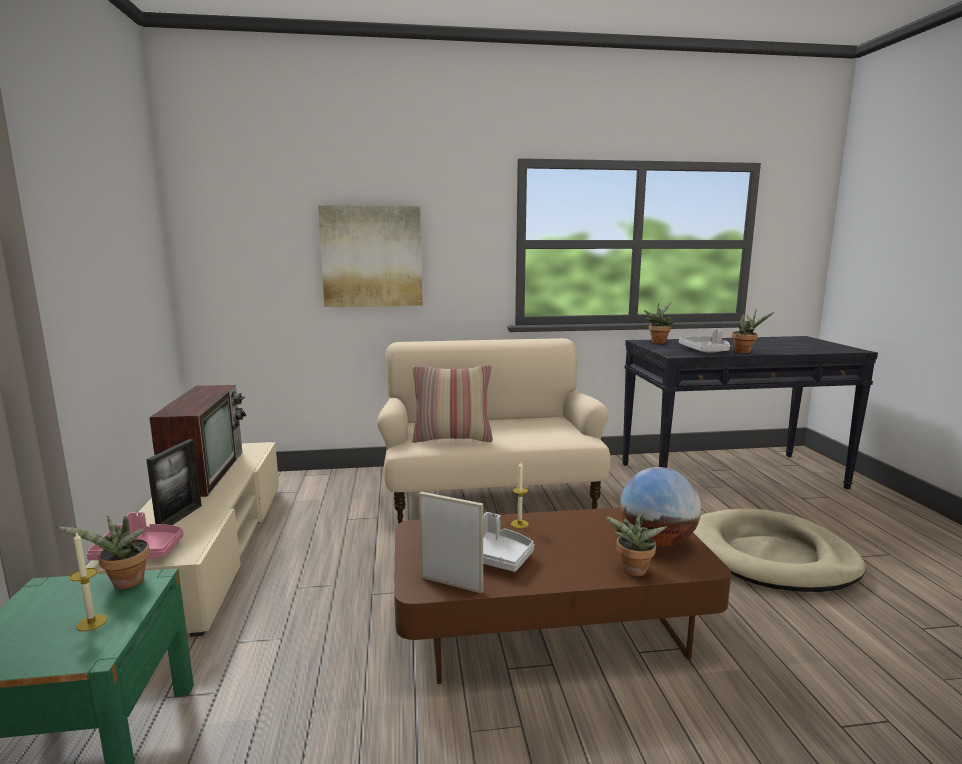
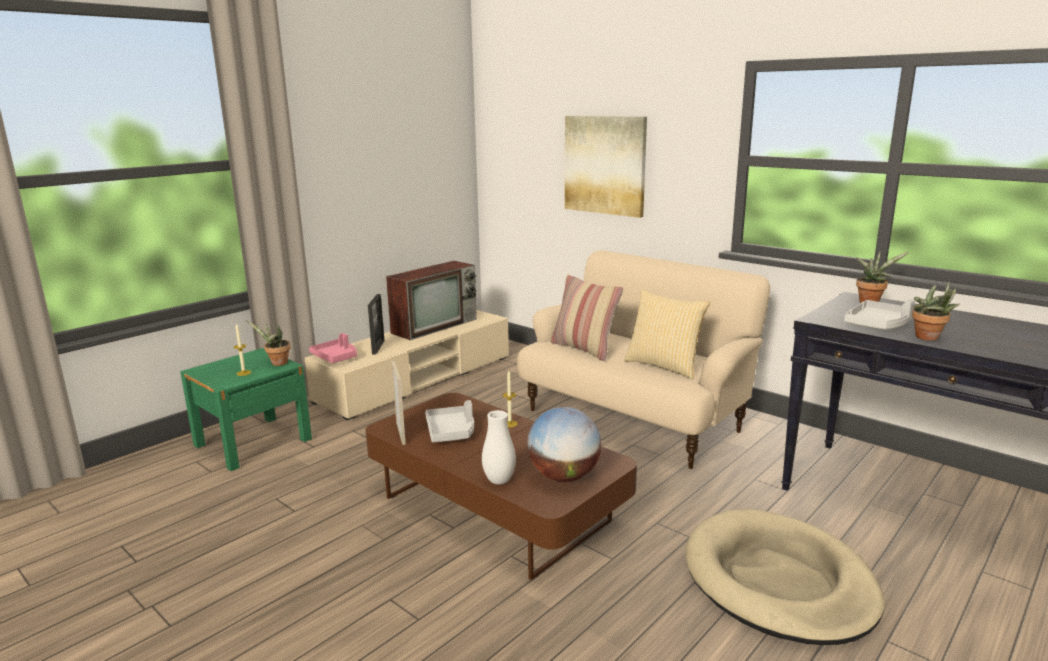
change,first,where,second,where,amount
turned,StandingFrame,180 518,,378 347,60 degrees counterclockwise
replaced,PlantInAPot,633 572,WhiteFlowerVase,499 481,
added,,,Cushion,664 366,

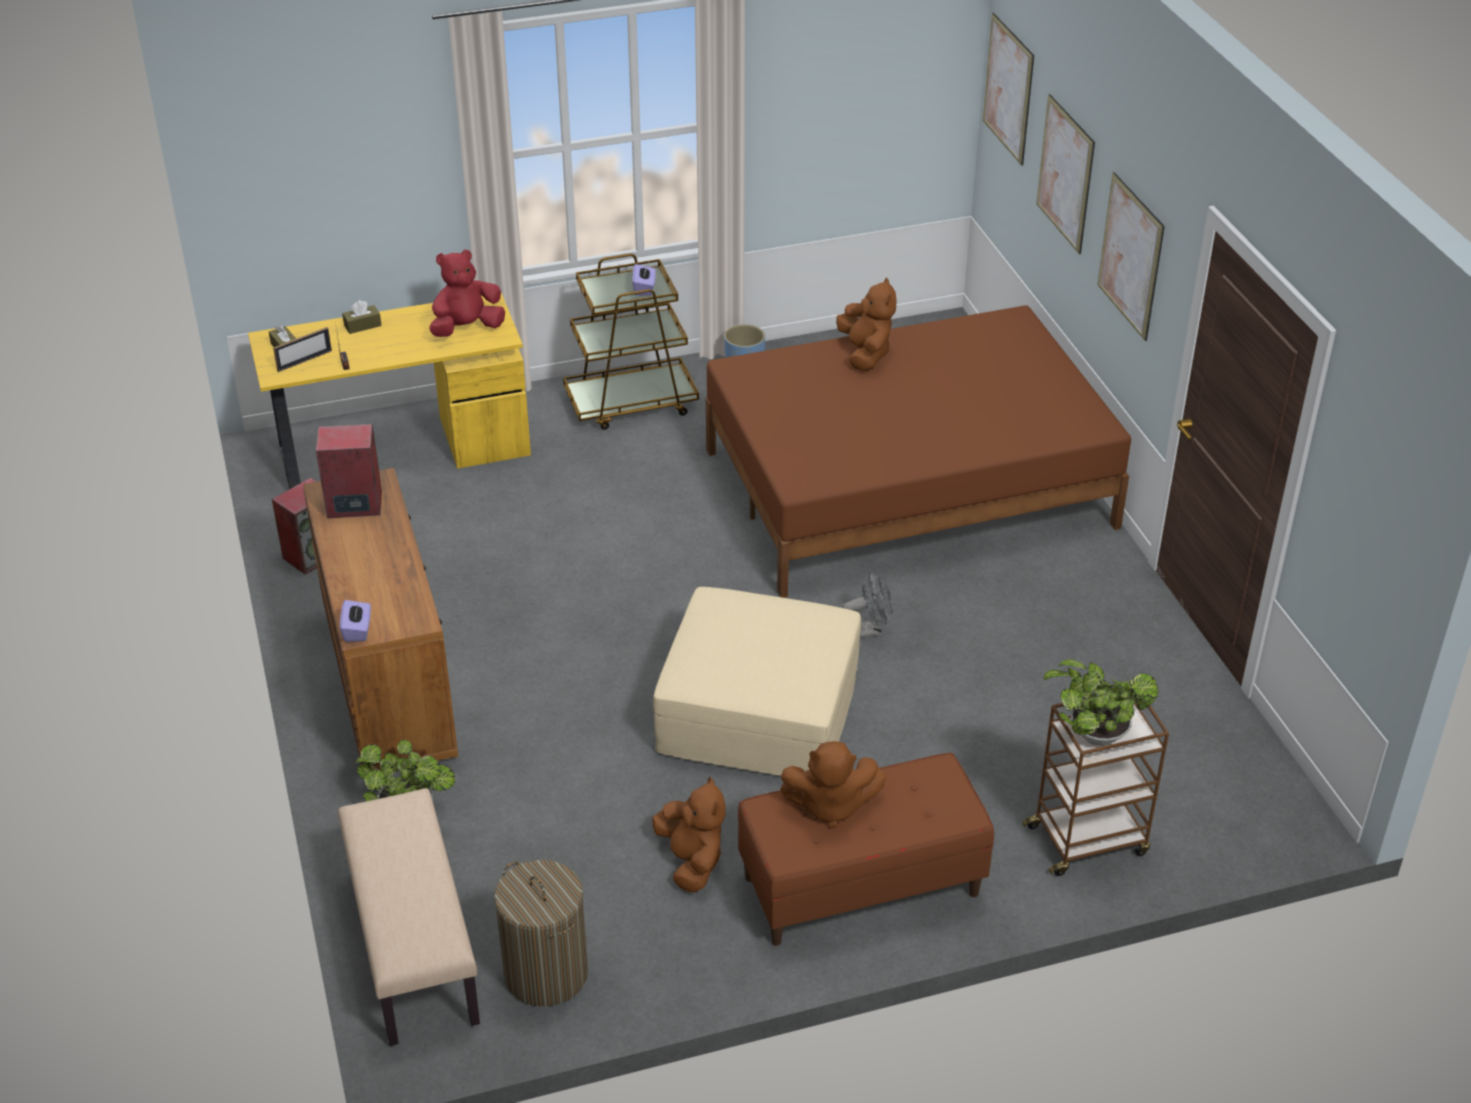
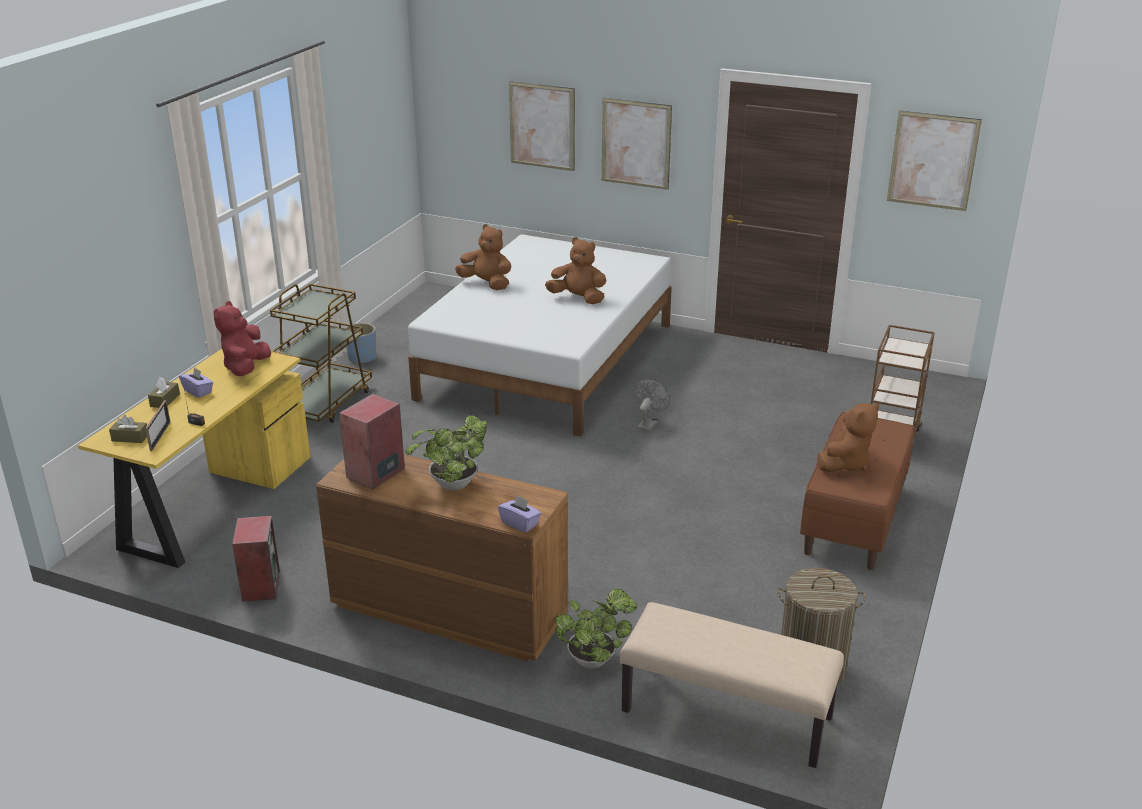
change,first,where,second,where,amount
moved,PurpleTissueHolder,644 288,,198 391,
moved,BrownSoftToy,692 861,,578 298,
removed,SandColouredFootrest,760 710,,,
recoloured,BrownBedroomBed,908 488,WhiteBedroomBed,548 361,
moved,WallArt,1008 89,,932 161,
moved,PlantInAPot,1093 734,,451 485,

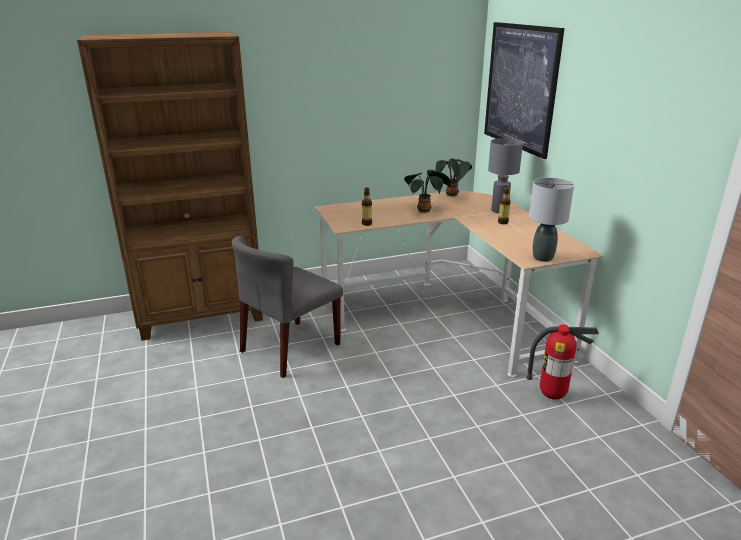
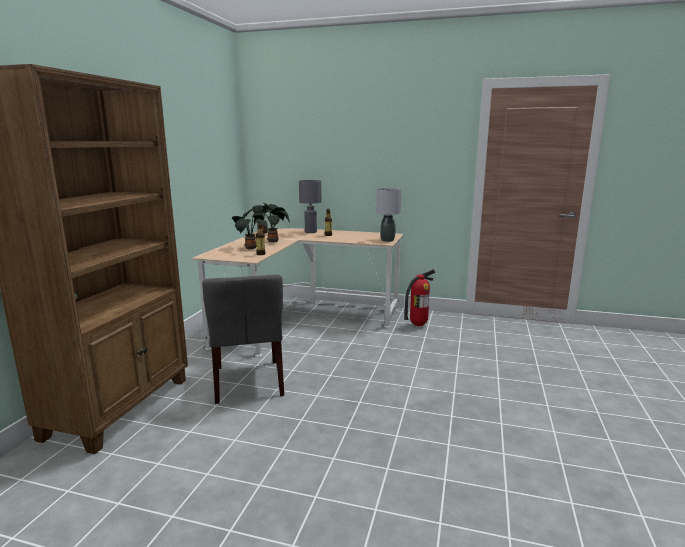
change,first,where,second,where,amount
removed,WallArt,520 87,,,
added,,,PlantInAPot,249 248,

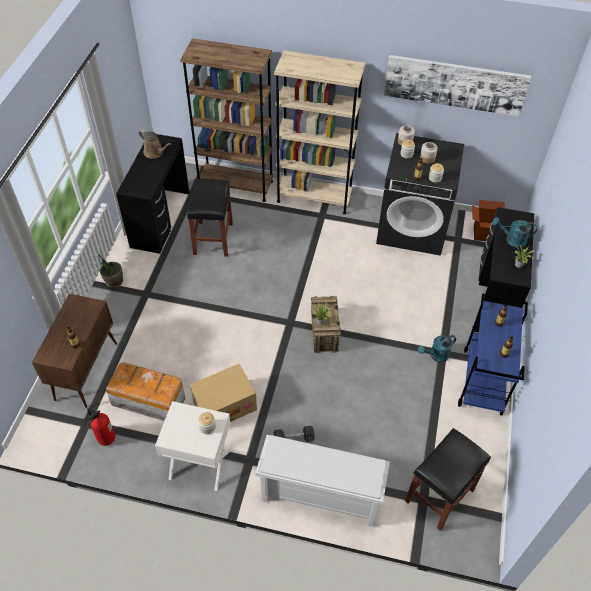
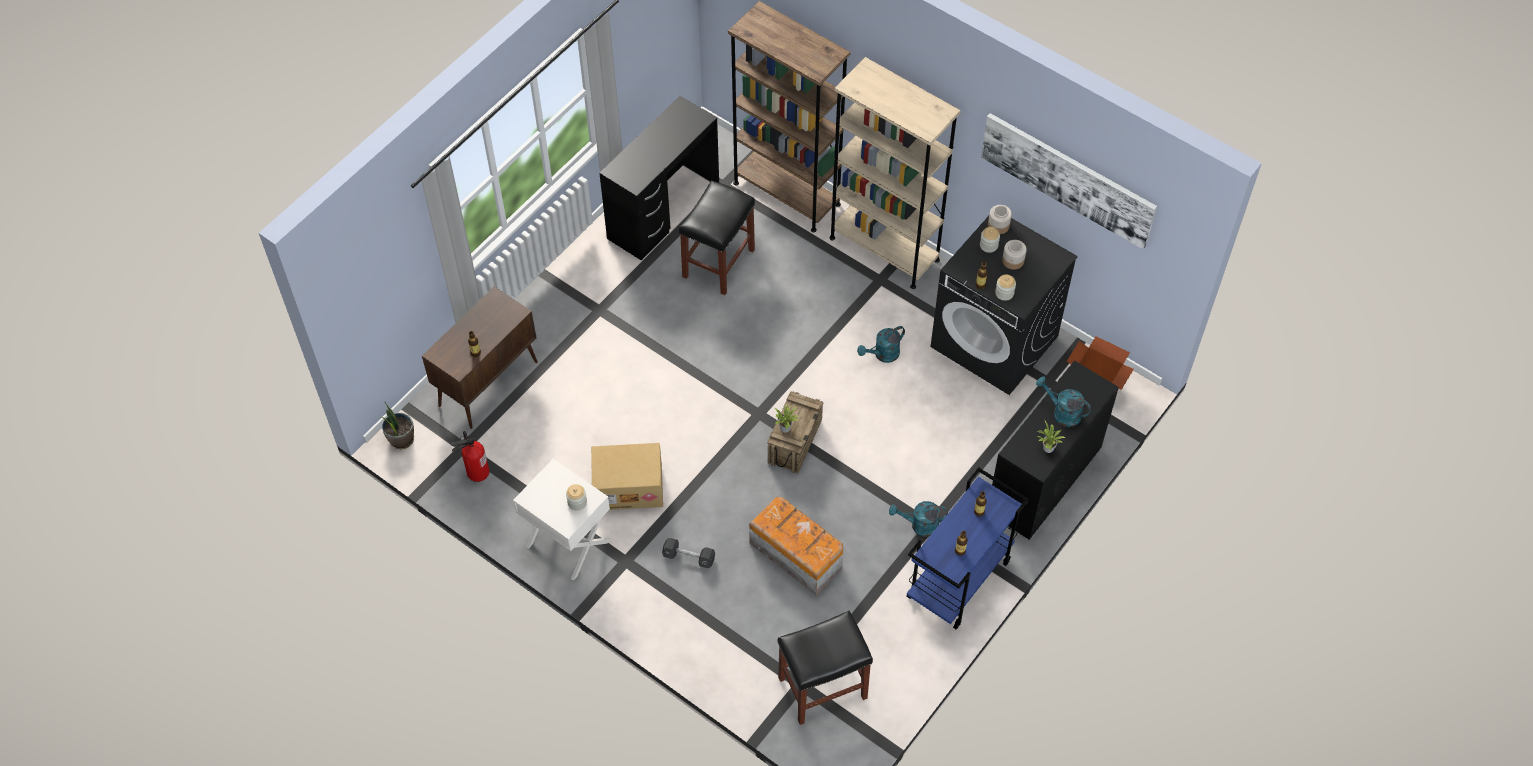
change,first,where,second,where,amount
moved,PlantInAPot,114 281,,401 439,
moved,StorageContainer,148 400,,796 554,
removed,BrownSprinklingCan,155 152,,,
removed,WhiteShoeRack,319 496,,,
added,,,TurquoiseSprinklingCan,883 355,

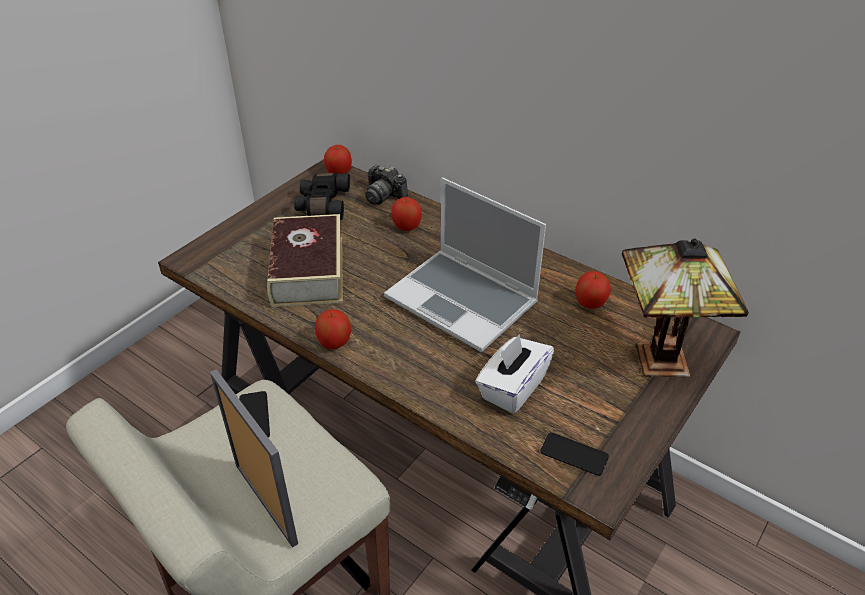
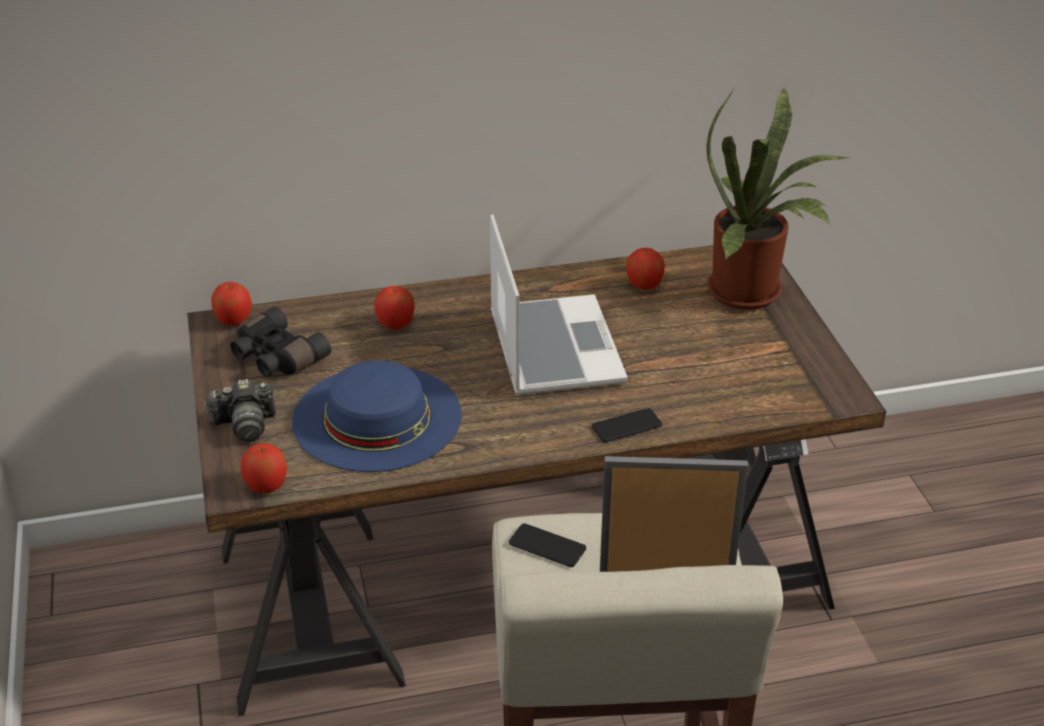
change,first,where,second,where,amount
replaced,BoundBook,308 271,BluishWearableHat,377 417,
moved,WholeApple,334 342,,266 486,
moved,StillCamera,384 195,,244 425,
turned,NotebookComputer,464 301,,552 347,90 degrees counterclockwise
removed,WhiteTissueHolder,512 388,,,
moved,Phone,574 454,,626 426,
replaced,LampForATable,658 362,PlantInAPot,752 294,

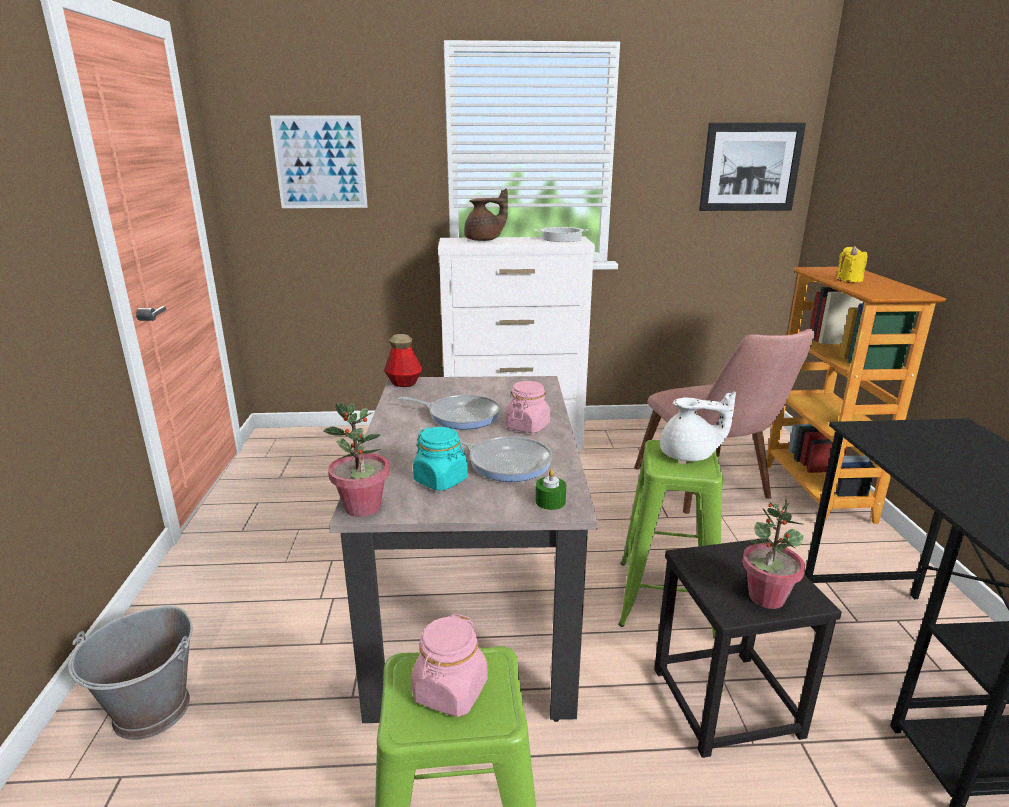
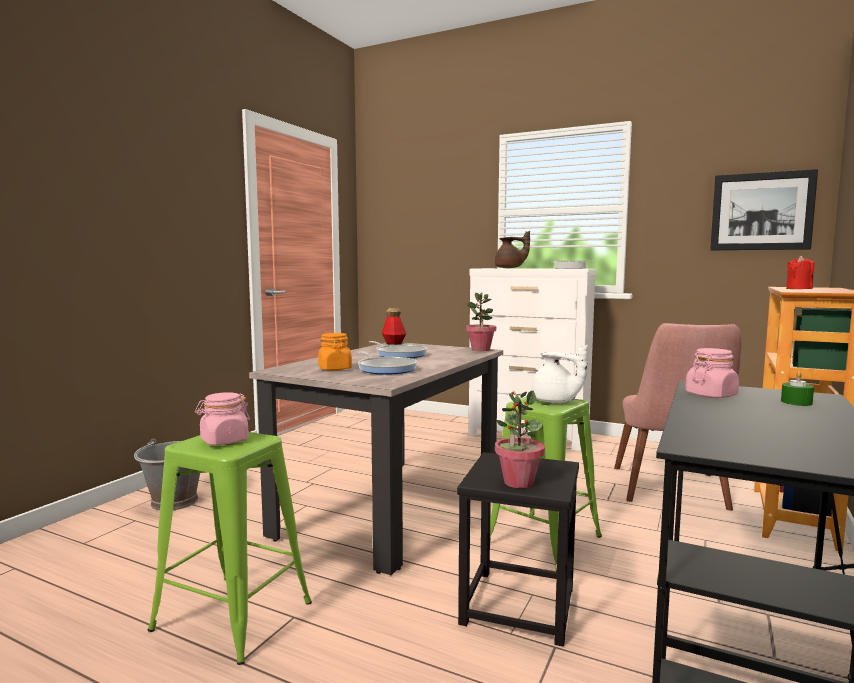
change,first,where,second,where,amount
removed,WallArt,320 162,,,
moved,PlantInAPot,363 507,,480 350,
recoloured,TurquoiseJar,441 480,OrangeyJar,335 369,
moved,PinkishJar,527 426,,711 395,
moved,GreenColouredWaxCandle,550 501,,796 402,
recoloured,YellowishWaxCandle,848 280,RedColouredWaxCandle,799 289,

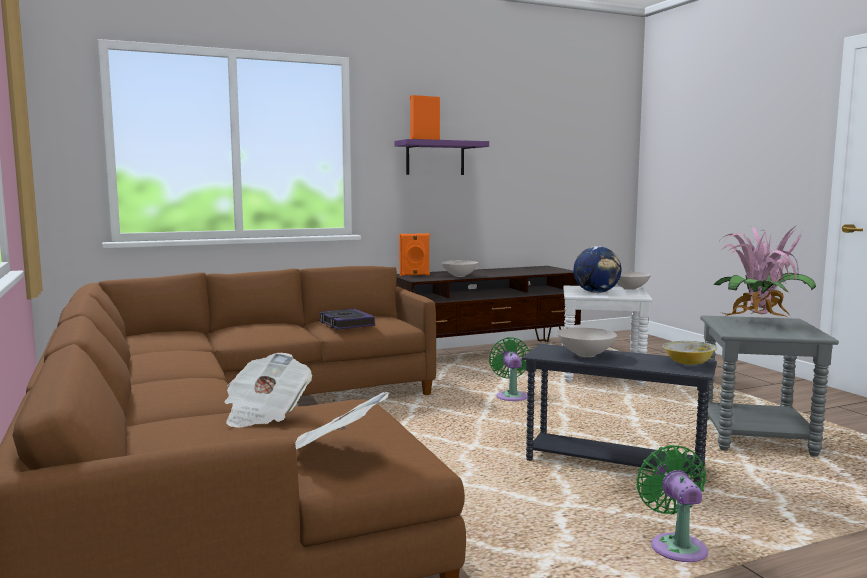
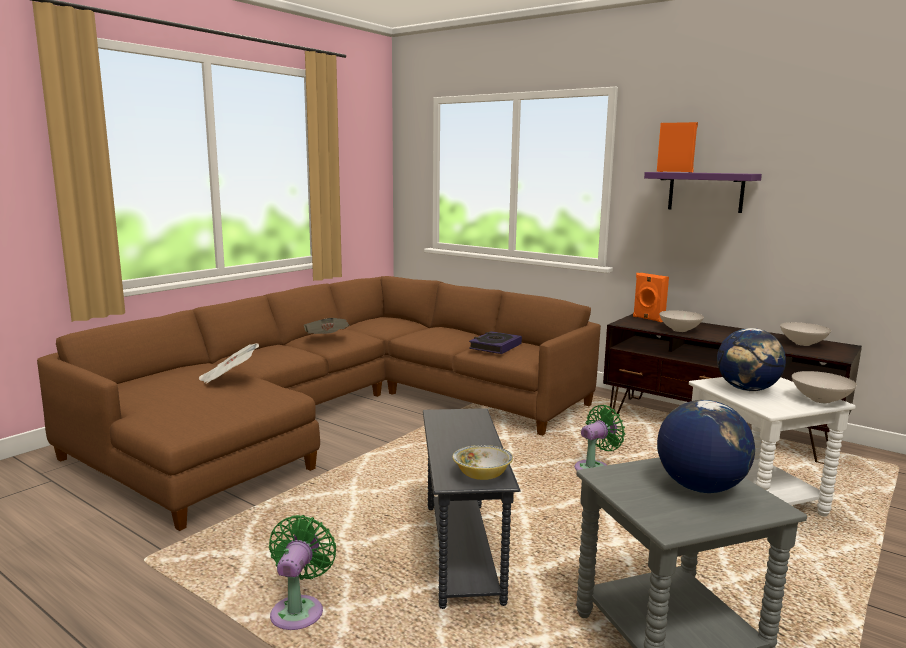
change,first,where,second,where,amount
moved,Newspaper,338 448,,326 339,
moved,WhiteDeepDish,587 355,,803 344,
turned,GreenColouredFan,676 546,,299 610,45 degrees counterclockwise
replaced,PlantInAPot,760 323,Globe,700 487,

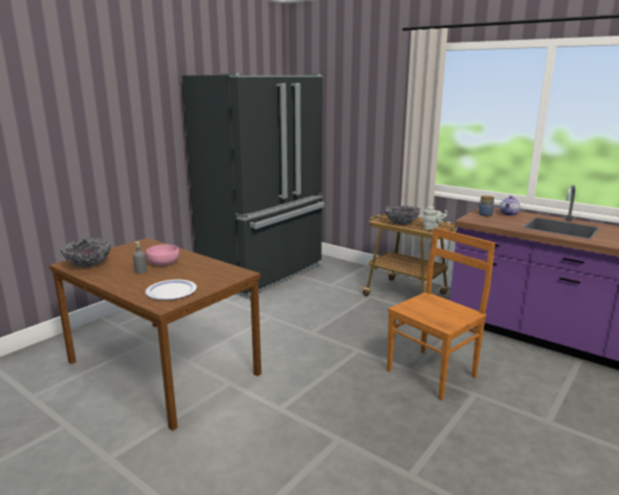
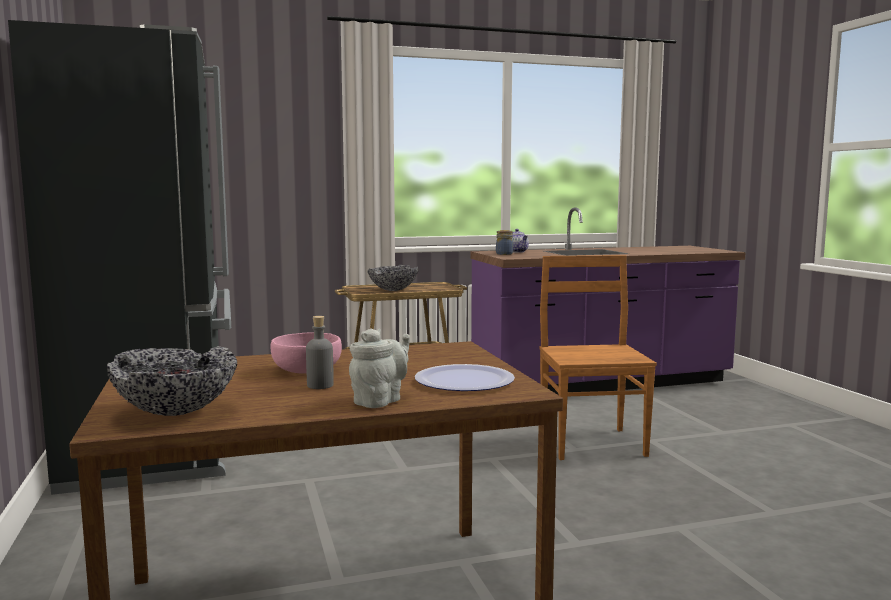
change,first,where,second,where,amount
moved,GreyTeaPot,432 228,,380 401,

